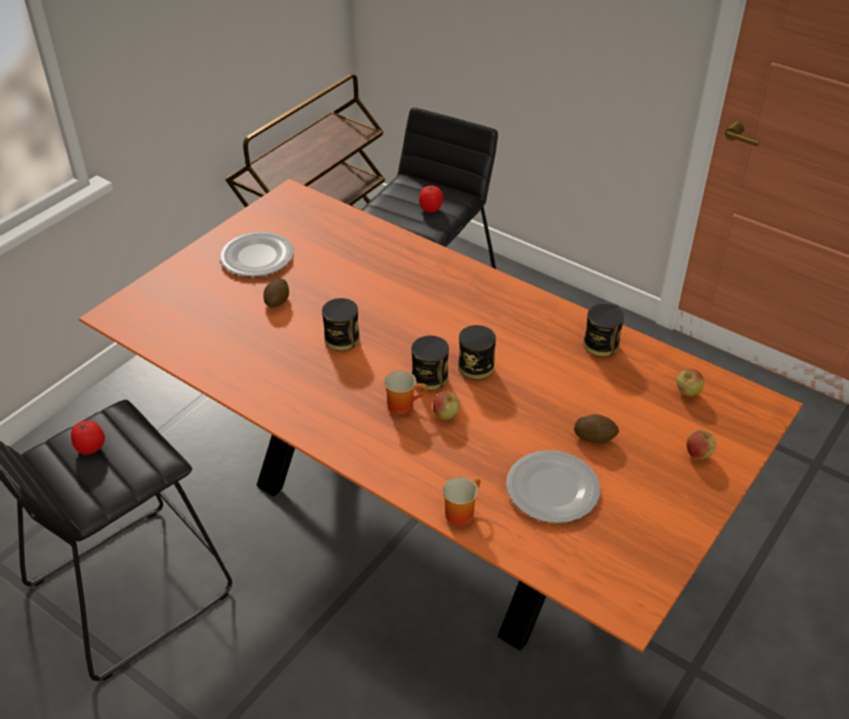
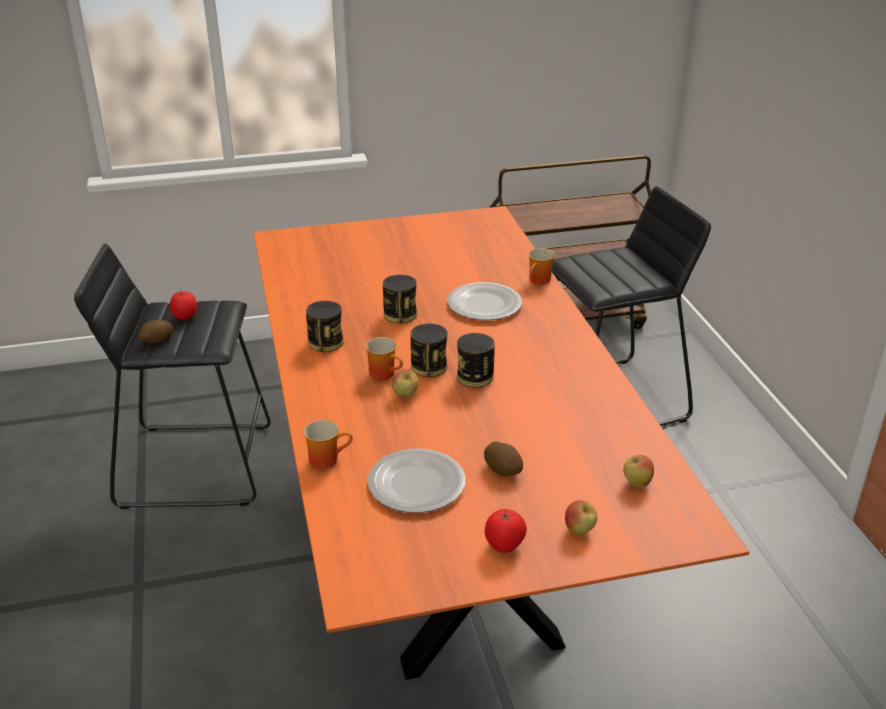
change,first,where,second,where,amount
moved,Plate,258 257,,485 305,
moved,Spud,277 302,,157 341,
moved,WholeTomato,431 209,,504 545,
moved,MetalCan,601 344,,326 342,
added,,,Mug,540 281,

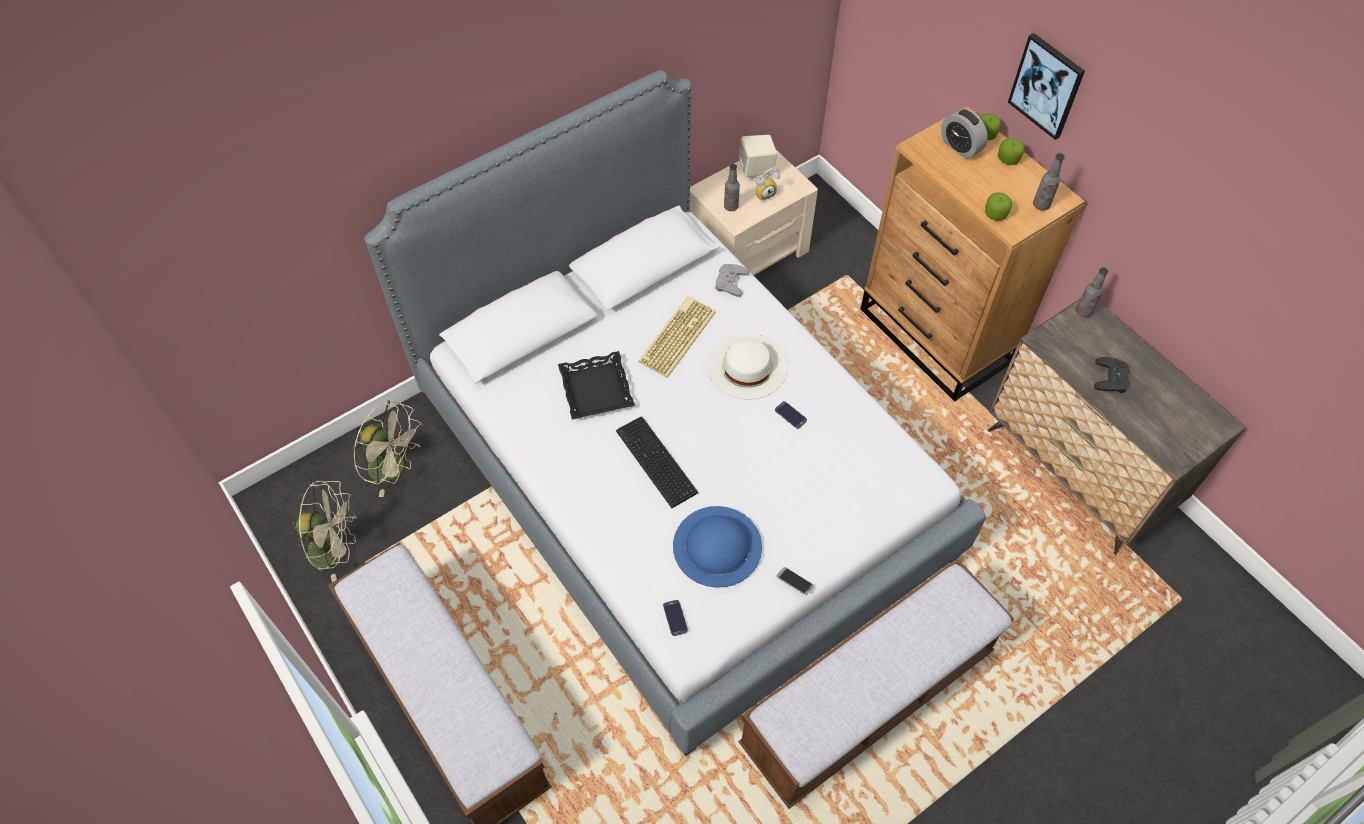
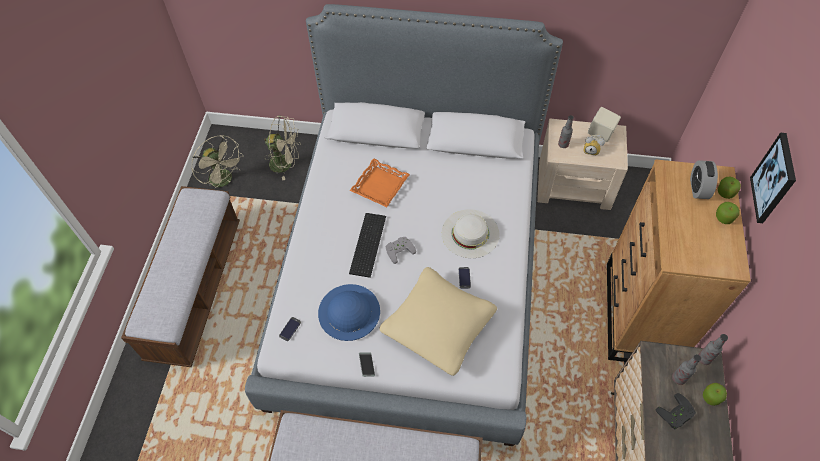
change,first,where,second,where,amount
turned,SandColouredFan,395 468,,286 163,60 degrees counterclockwise
recoloured,BlackColouredTray,595 389,OrangeyTray,379 185,
removed,ComputerKeyboard,676 336,,,
moved,GreyGamepad,729 281,,399 249,
moved,WholeApple,995 214,,711 397,
moved,Bottle,1041 205,,678 378,
added,,,SandColouredCushion,438 325,

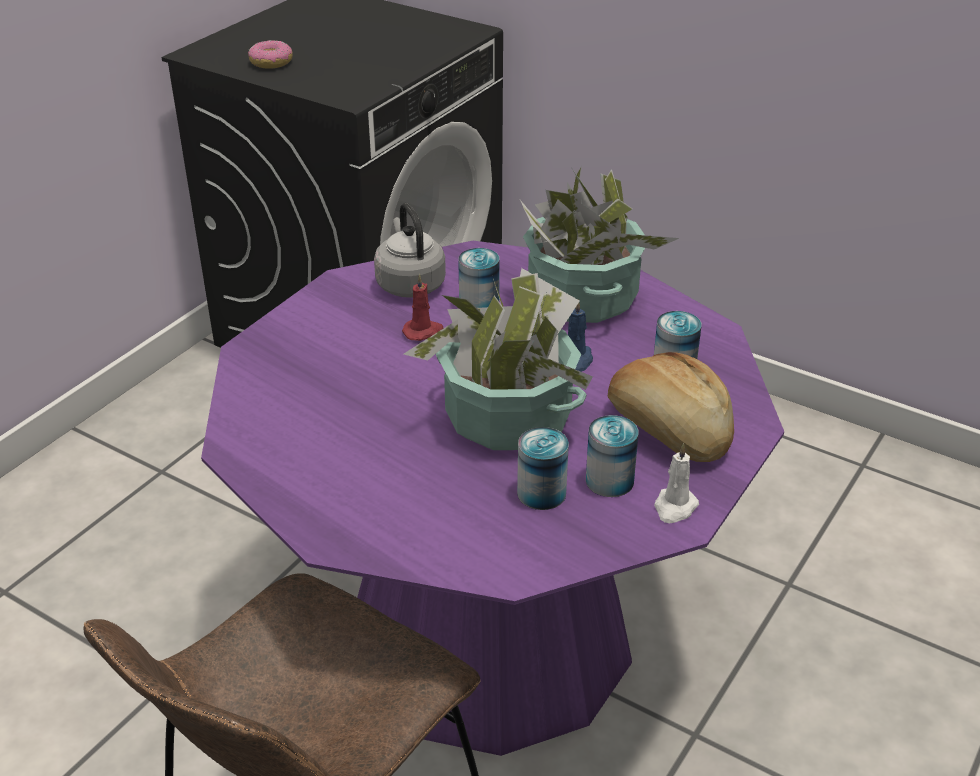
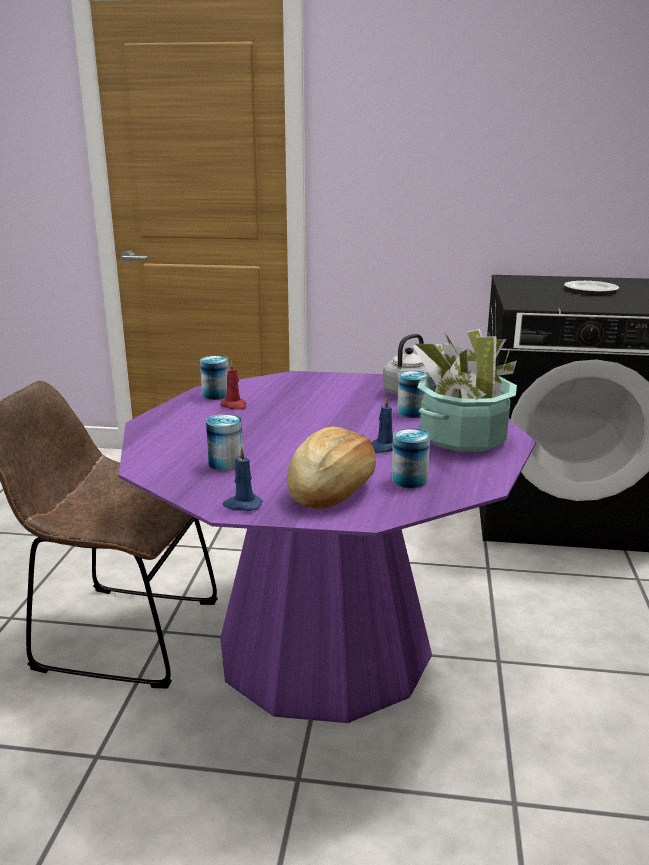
change,first,where,second,where,amount
removed,Doughnut,271 62,,,
moved,RedColouredWaxCandle,423 332,,234 406,
removed,PlantInAPot,508 417,,,
moved,MetalCan,609 480,,216 395,
recoloured,WhiteWaxCandle,674 507,BluishWaxCandle,242 505,
added,,,Plate,591 290,

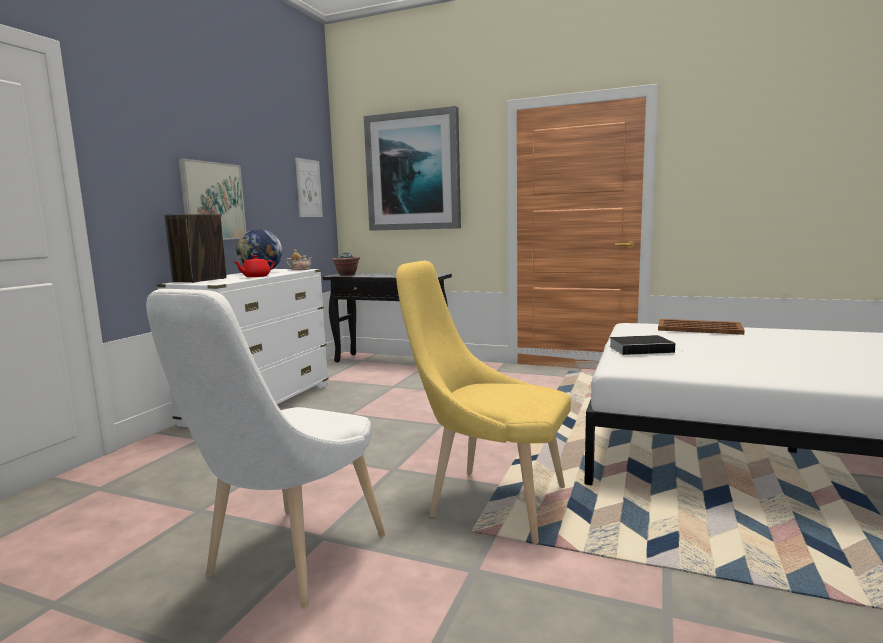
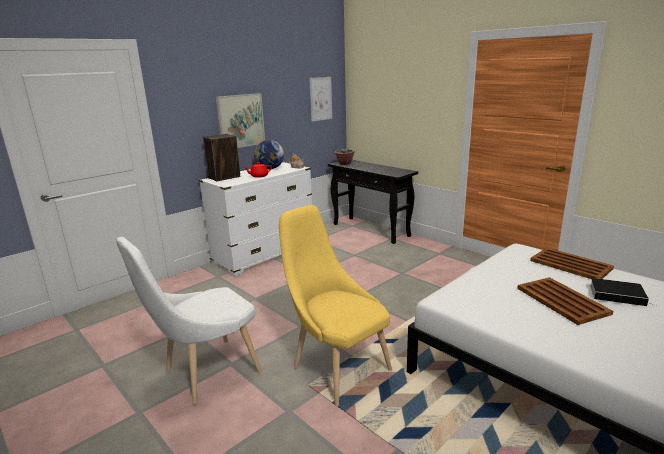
change,first,where,second,where,amount
removed,WallArt,413 172,,,
moved,BoundBook,642 349,,618 295,
added,,,BrownTray,562 301,

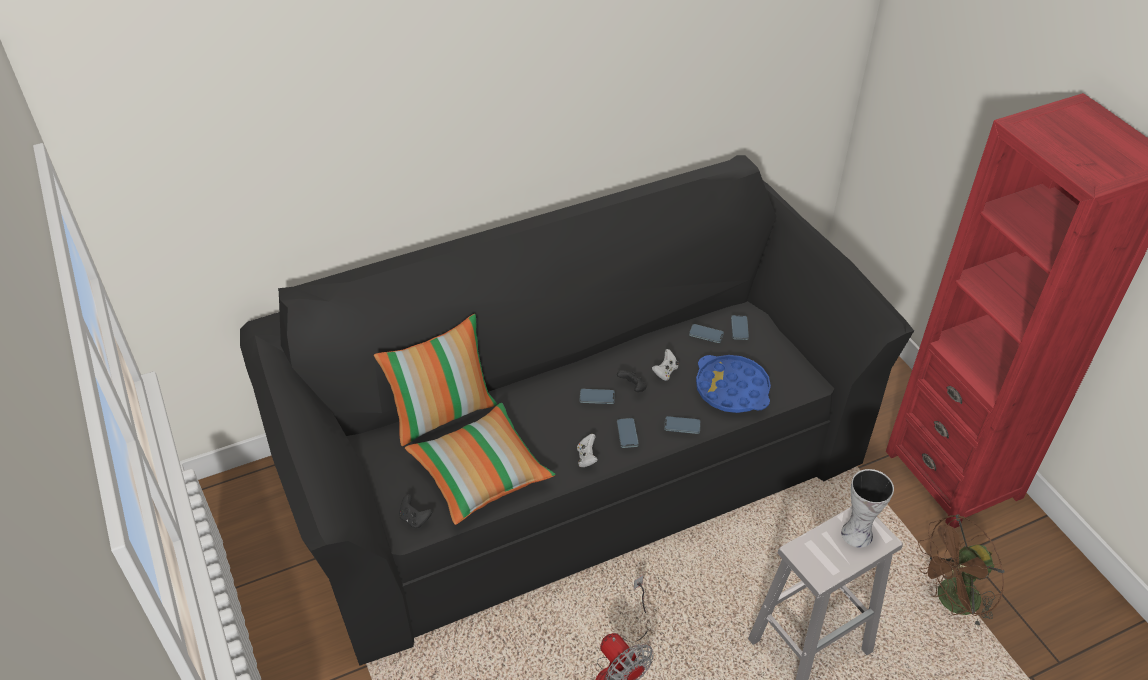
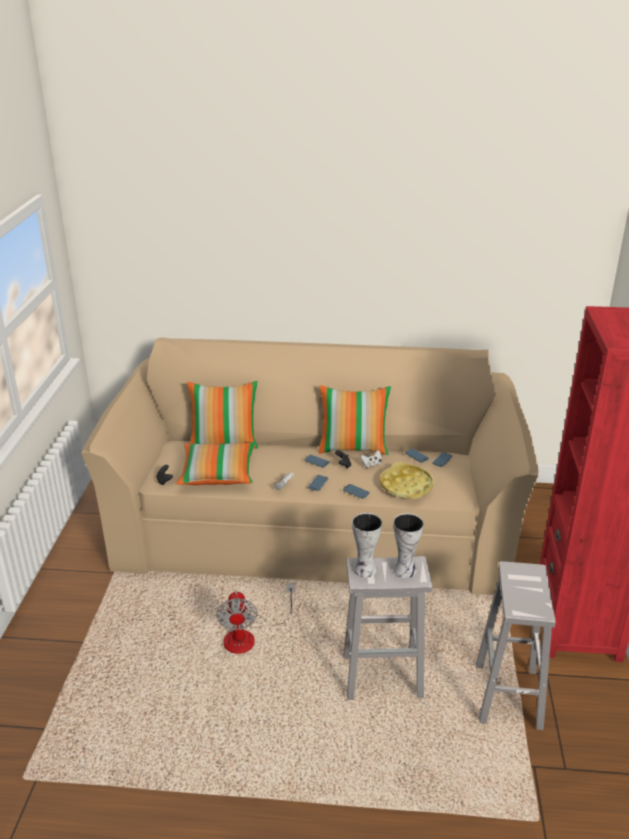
change,first,where,second,where,amount
recoloured,BlackColouredCouch,572 459,SandColouredCouch,314 523,
recoloured,BluishTray,732 389,YellowishTray,406 486,
replaced,BrownFan,951 602,WhiteSittingStool,508 697,
added,,,Cushion,353 448,
added,,,FlowerVase,364 570,

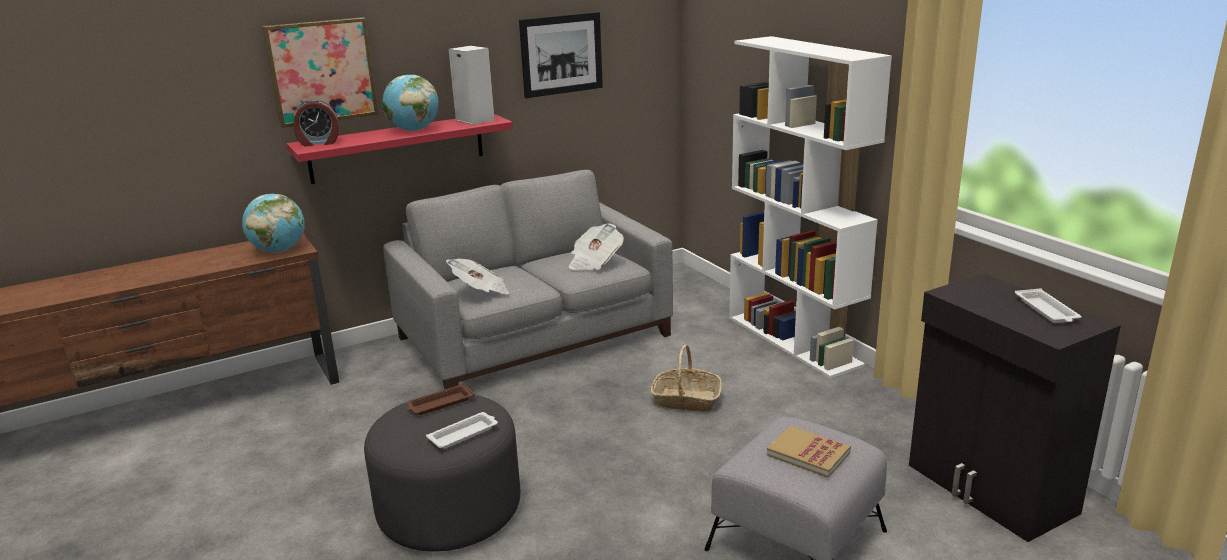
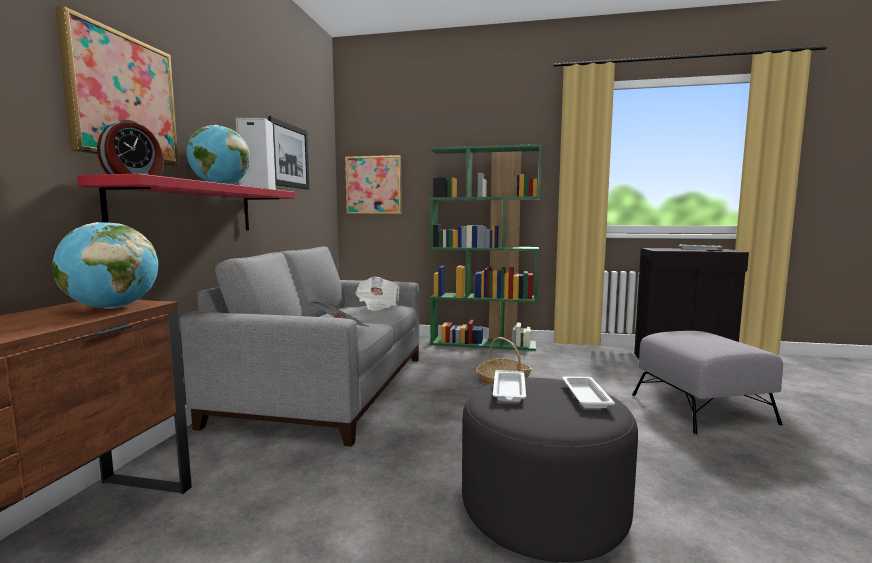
change,first,where,second,where,amount
recoloured,BrownTray,439 404,WhiteTray,509 390,
recoloured,WhiteBookshelf,794 341,GreenColouredBookshelf,483 343,
removed,BoundBook,808 454,,,
added,,,WallArt,374 185,

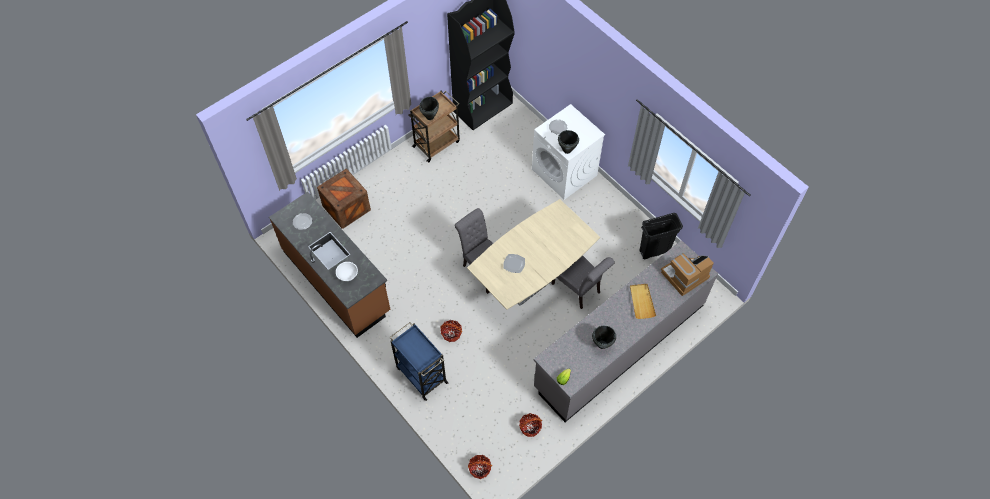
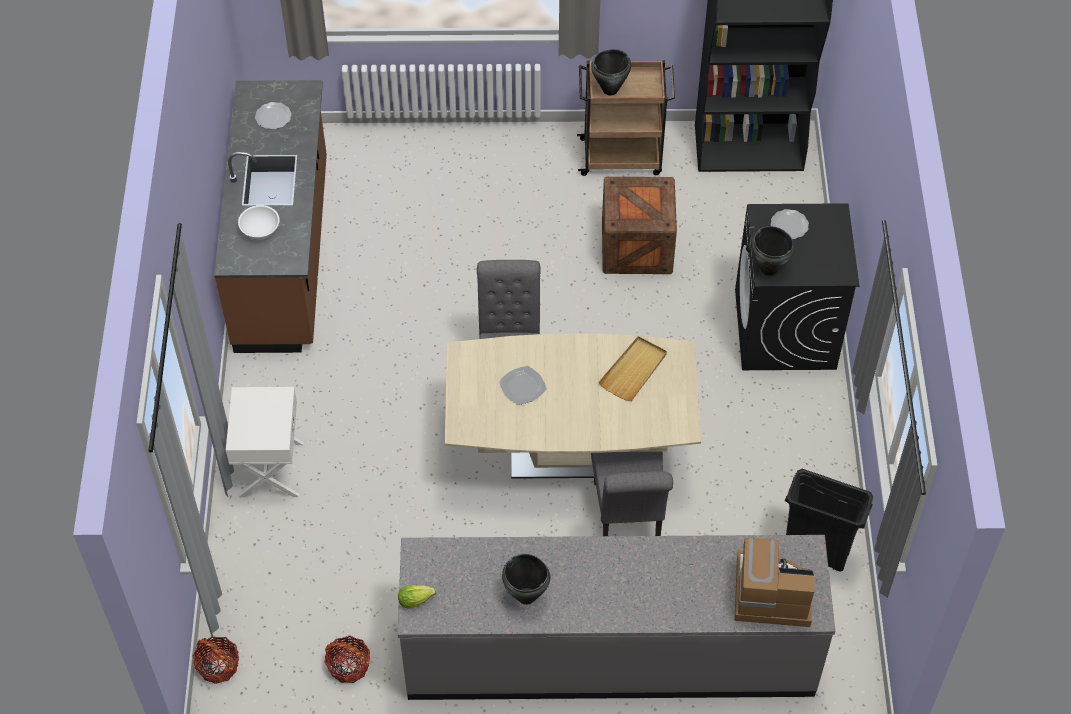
change,first,where,second,where,amount
moved,Crate,346 208,,636 247,
replaced,BluishCart,421 374,WhiteNightstand,270 469,
removed,HouseholdBasket,451 333,,,
recoloured,WhiteWashingMachine,565 172,BlackColouredWashingMachine,785 330,
moved,SandColouredTray,641 301,,633 370,

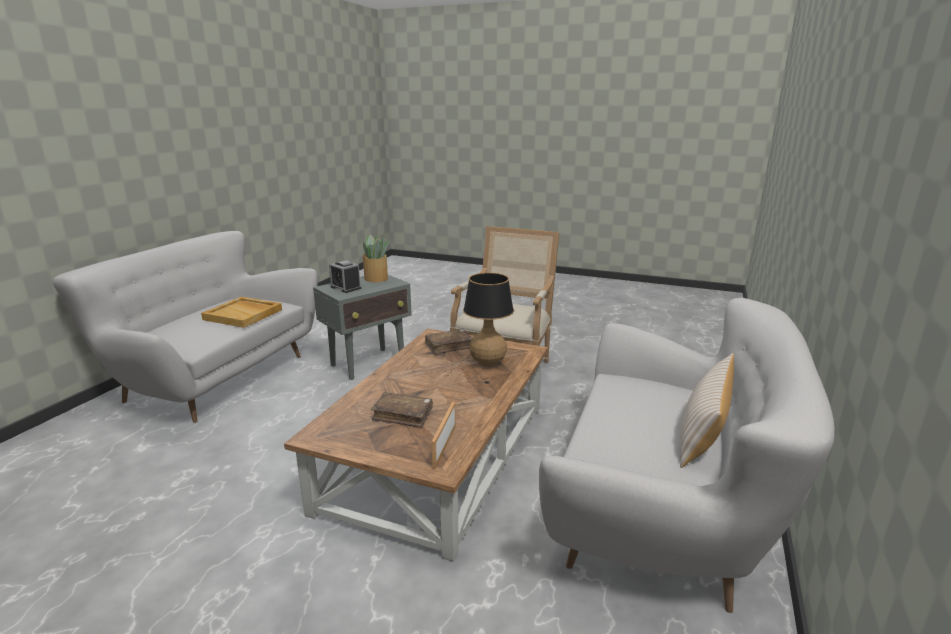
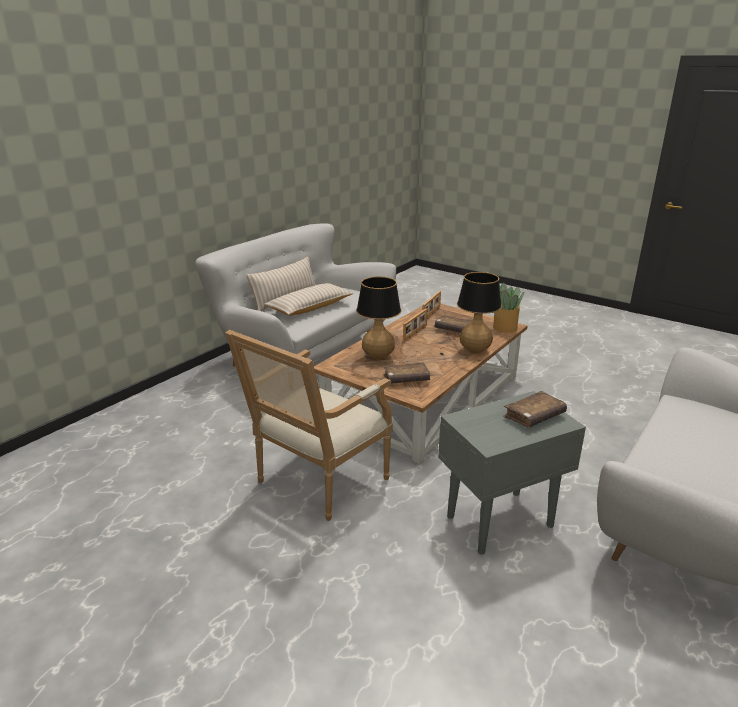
change,first,where,second,where,amount
removed,SandColouredTray,244 314,,,
replaced,AlarmClock,345 287,BrownBoundBook,534 416,
moved,PlantInAPot,376 278,,505 327,
added,,,SandColouredCushion,310 308,
added,,,StandingFrame,415 333,
added,,,LampForATable,470 349,

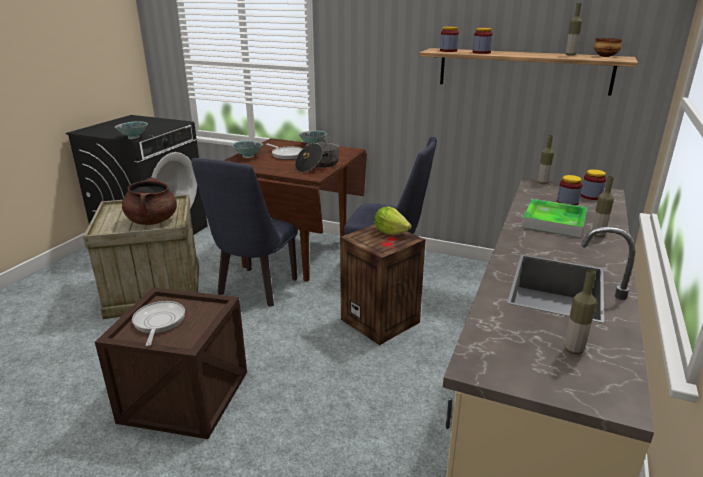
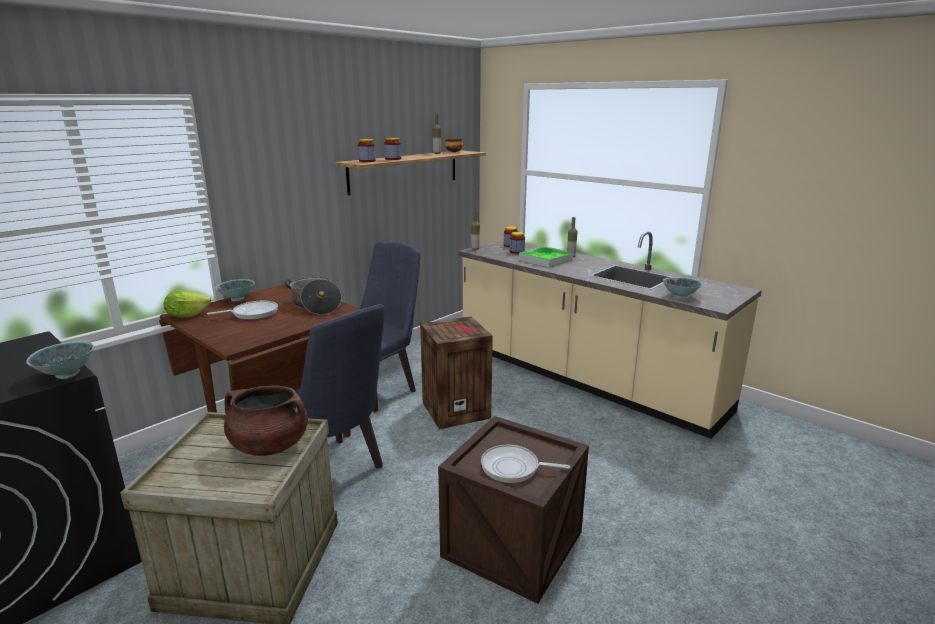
change,first,where,second,where,amount
moved,DeepDish,248 157,,680 297,
moved,LettuceHead,390 232,,187 315,
removed,Bottle,573 350,,,

